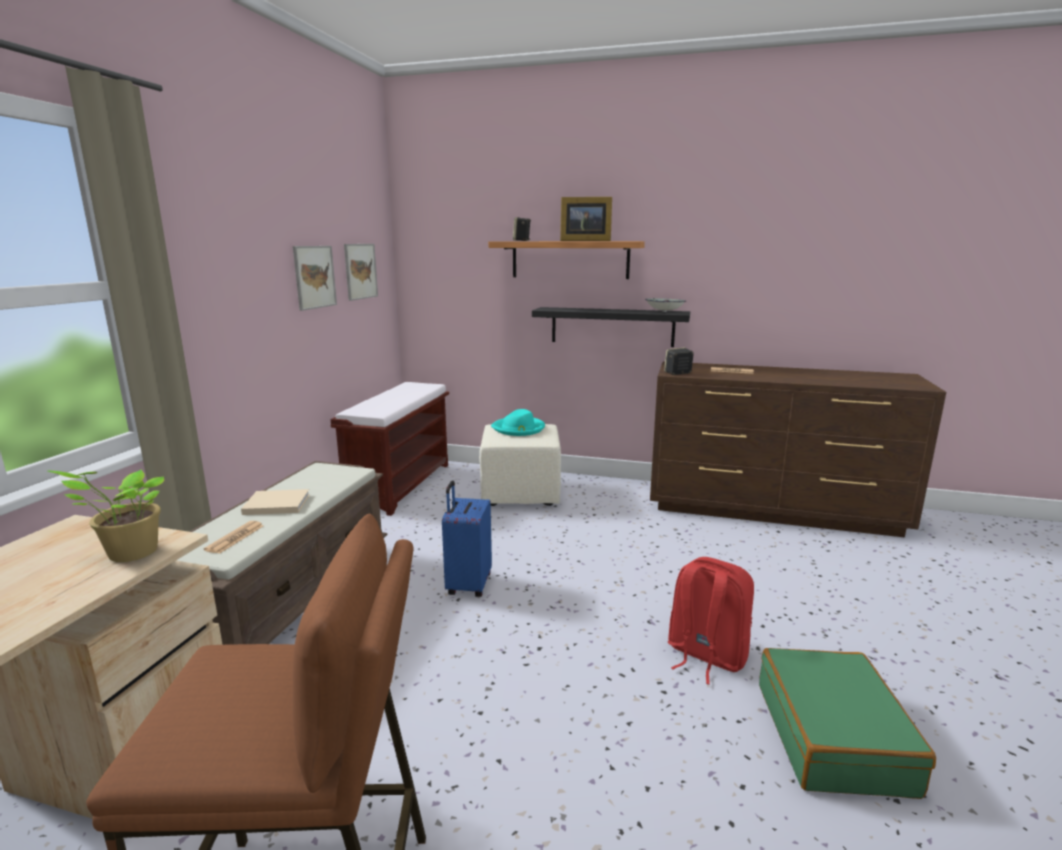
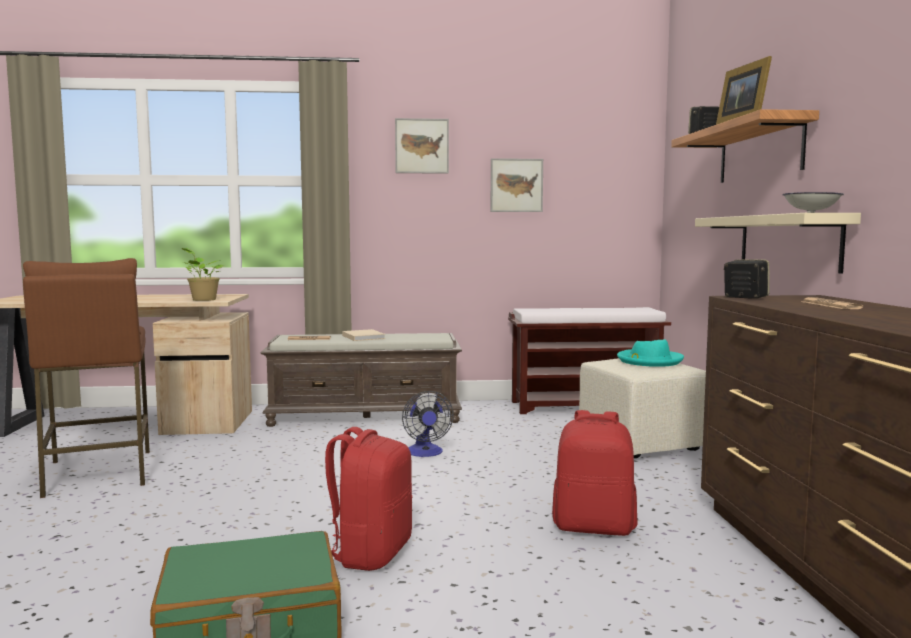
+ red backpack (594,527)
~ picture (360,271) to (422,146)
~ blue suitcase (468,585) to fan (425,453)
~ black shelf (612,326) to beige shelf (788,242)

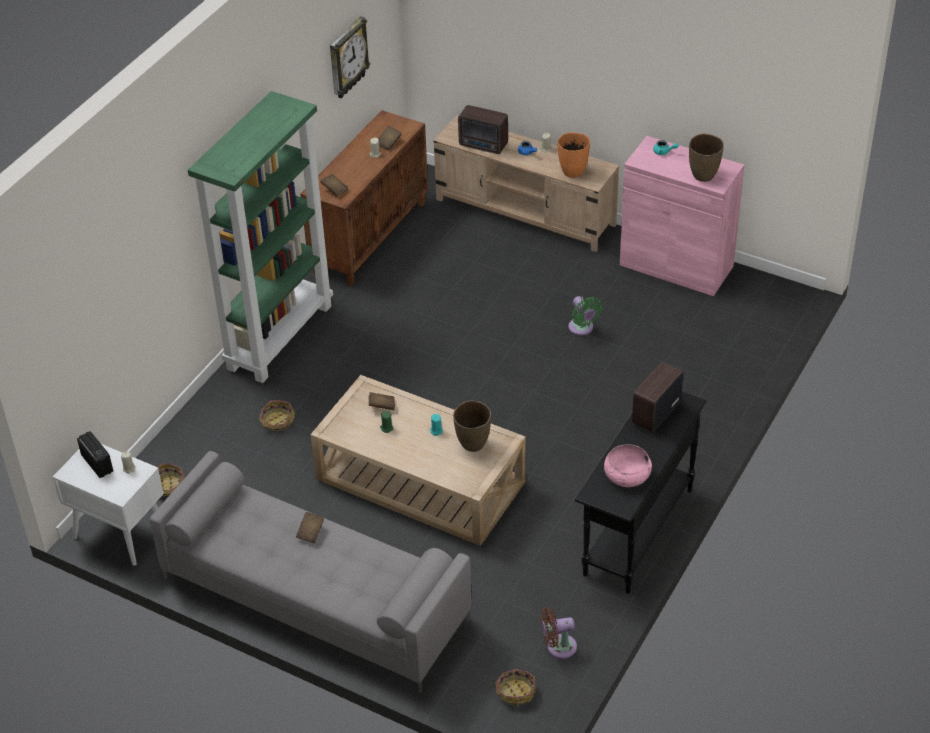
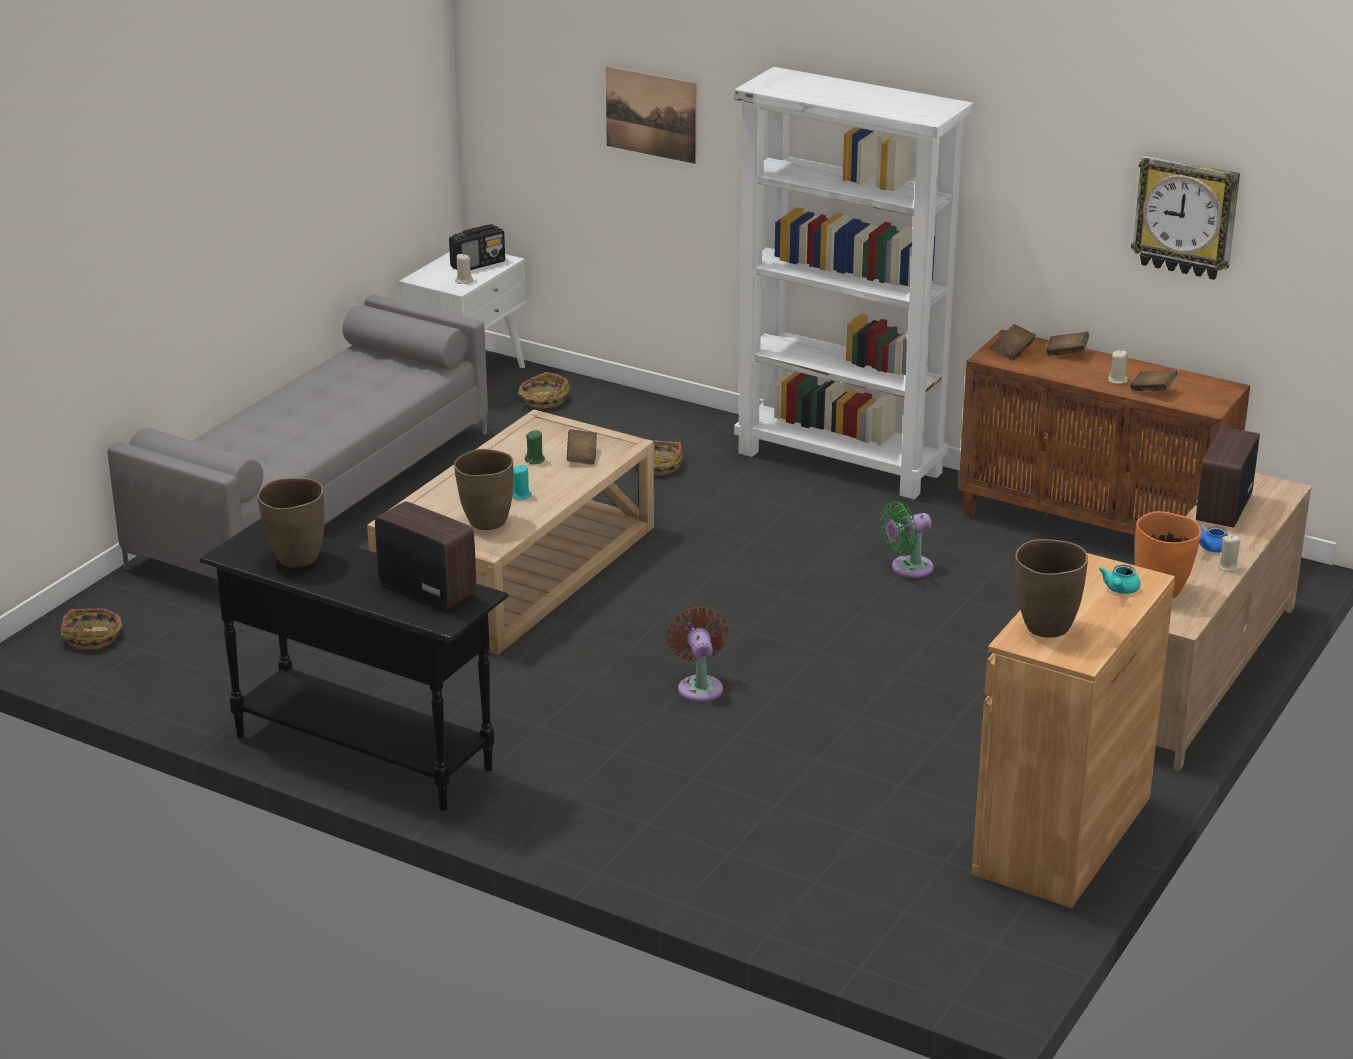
+ picture (651,114)
~ brown book (310,532) to (1066,353)
~ brown fan (558,647) to (699,686)
~ green fan (582,328) to (908,568)
~ pink bowl (627,474) to brown vase (296,559)
~ green bookcase (279,336) to white bookcase (842,462)
~ pink cabinet (676,265) to brown cabinet (1062,835)

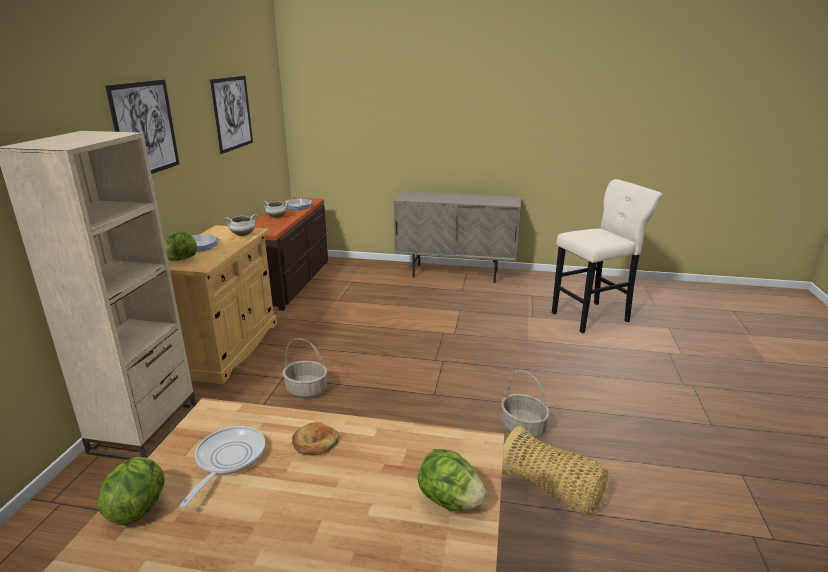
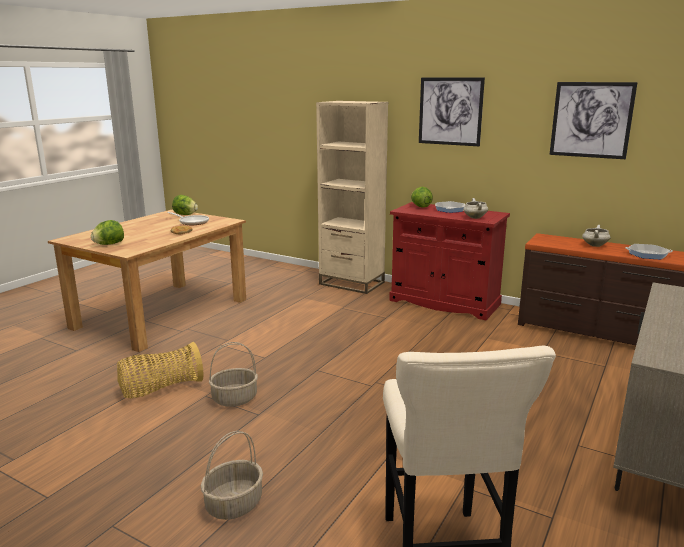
~ basket (306,390) to (234,504)
~ beige cabinet (227,348) to red cabinet (444,302)

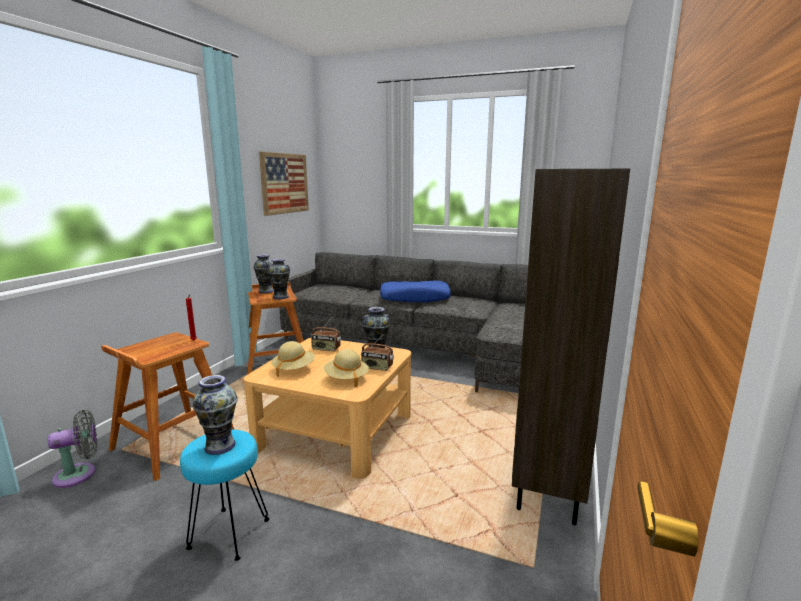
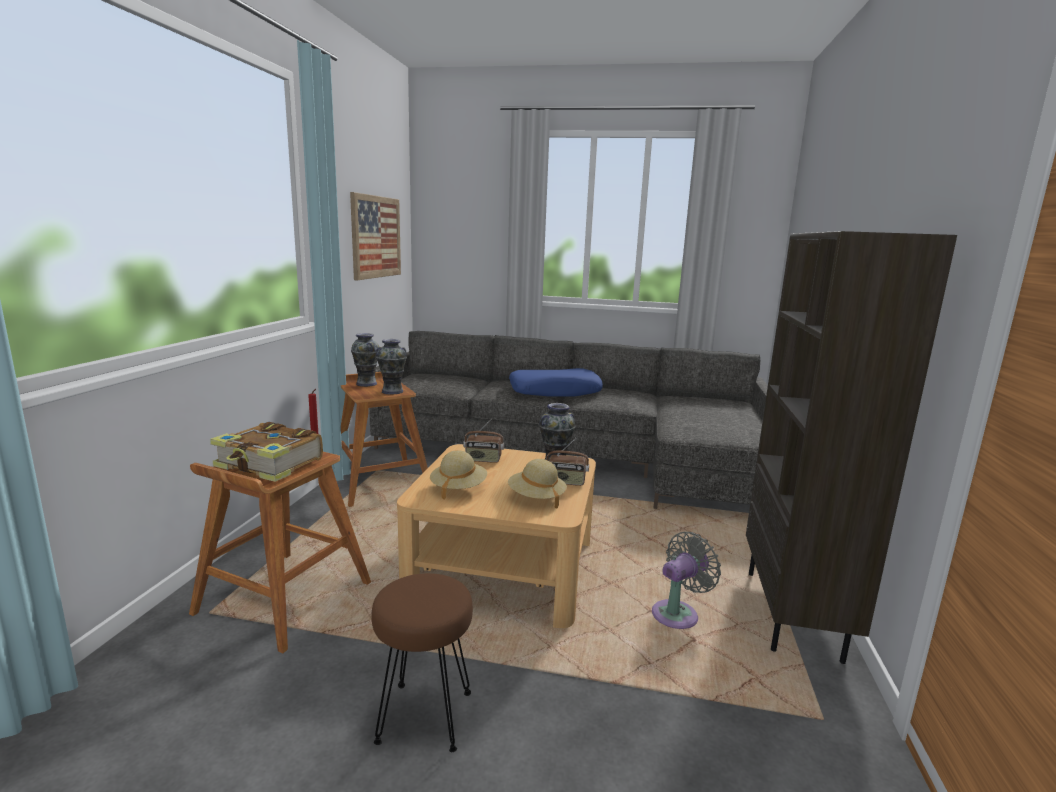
- vase (219,446)
+ book (270,464)
~ grey fan (79,474) to (678,613)
~ turquoise stool (228,533) to brown stool (423,716)

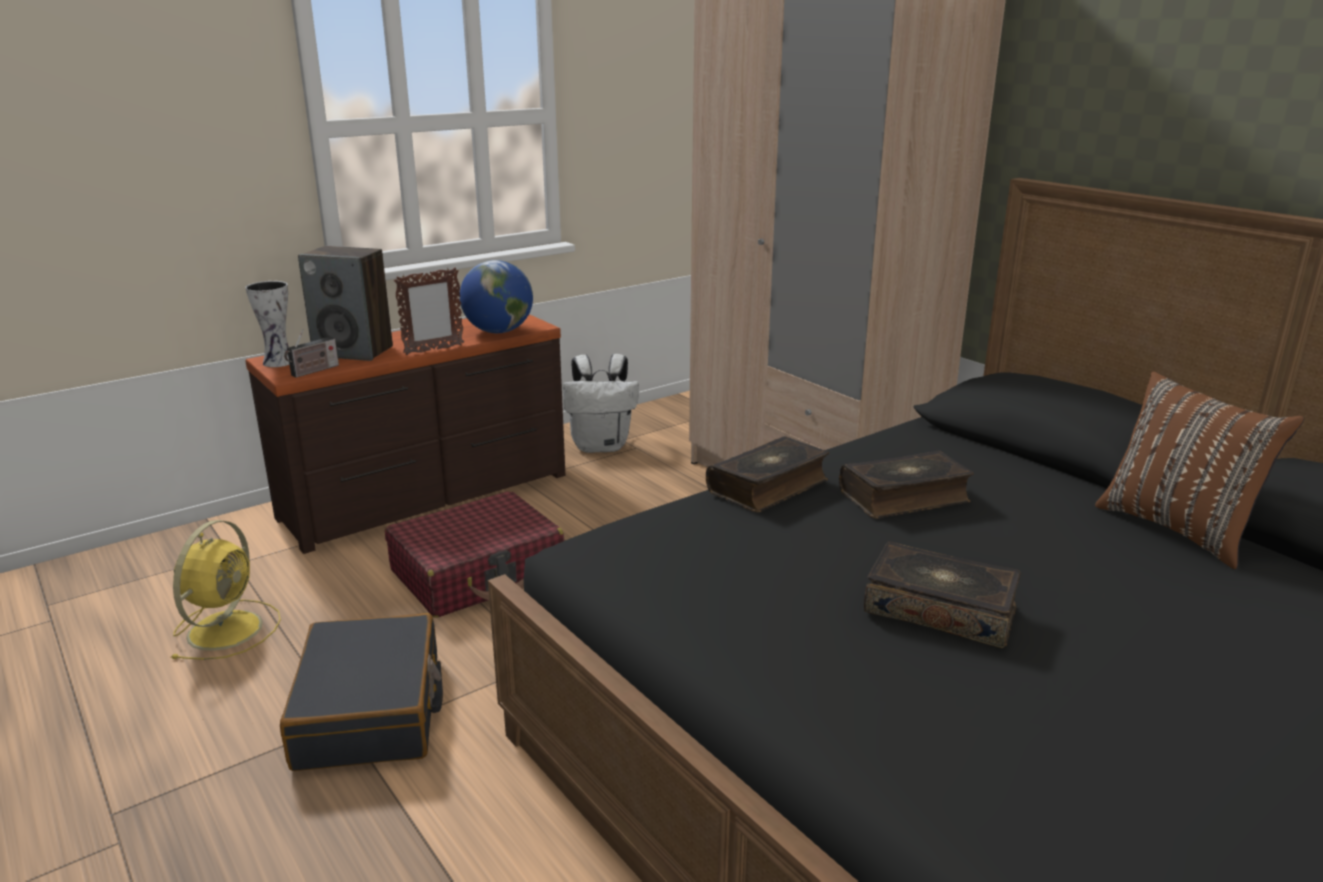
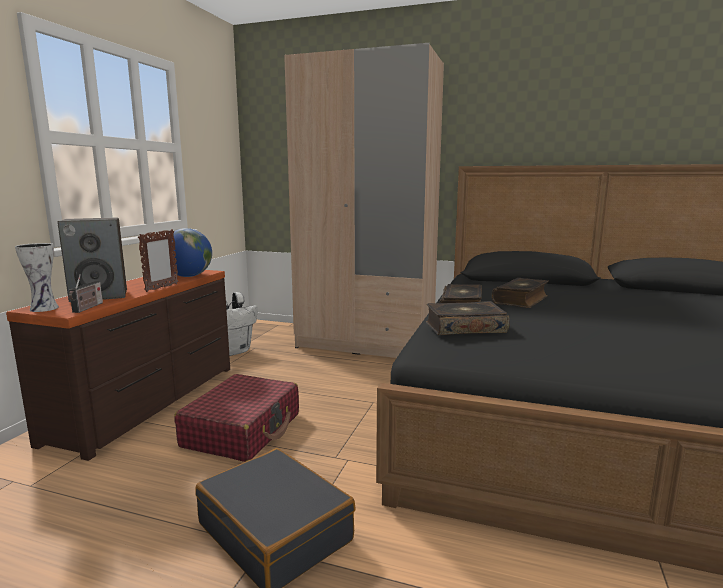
- yellow fan (227,628)
- brown pillow (1178,529)
~ book (940,609) to (465,328)

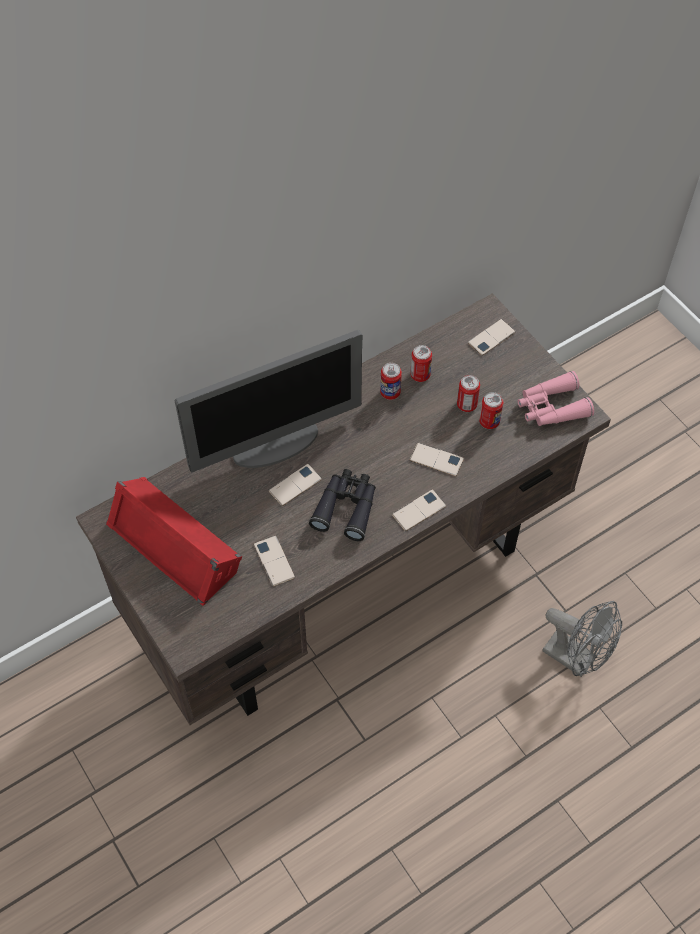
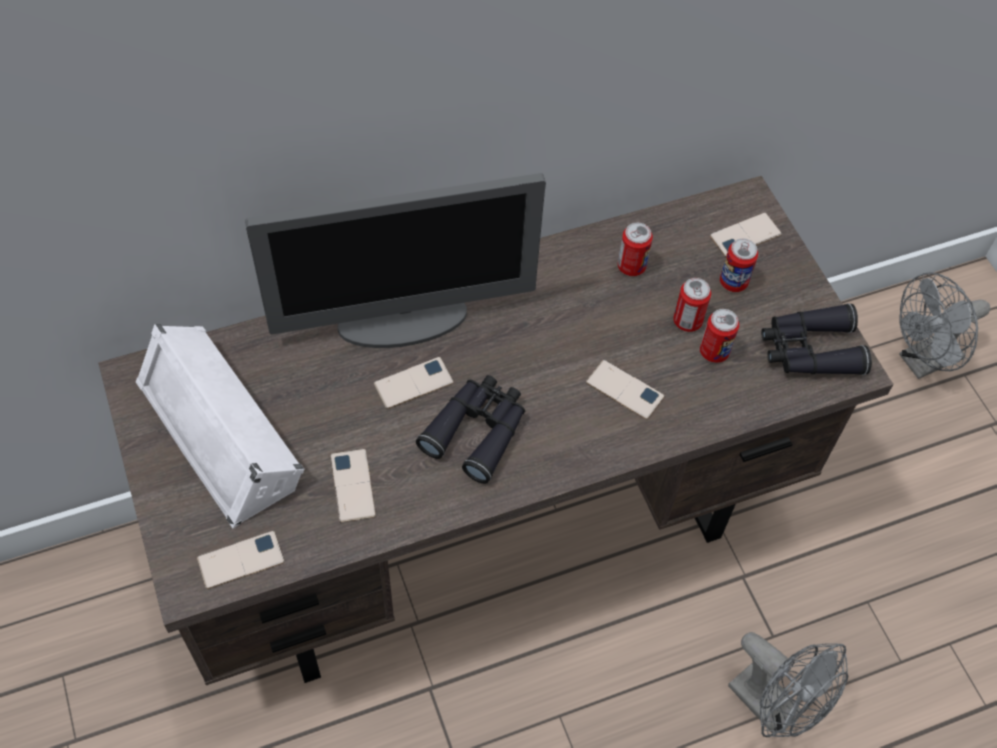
+ grey fan (922,362)
~ can (390,392) to (733,282)
~ phone (419,510) to (241,560)
~ red speaker (176,543) to white speaker (223,430)
~ pink binoculars (551,408) to black binoculars (809,350)

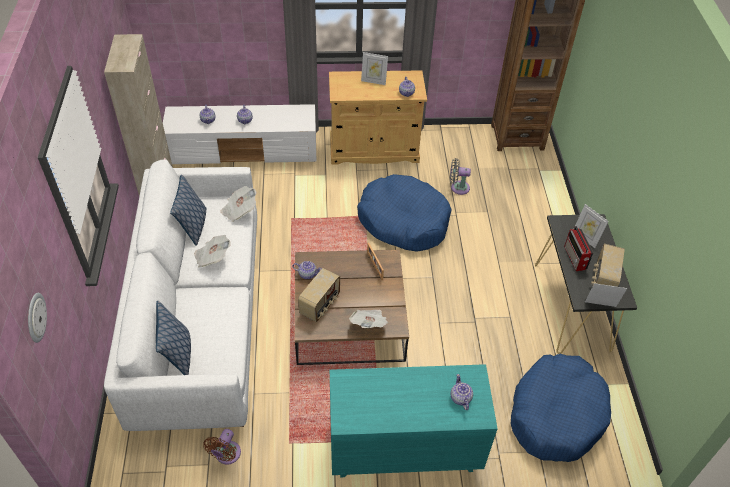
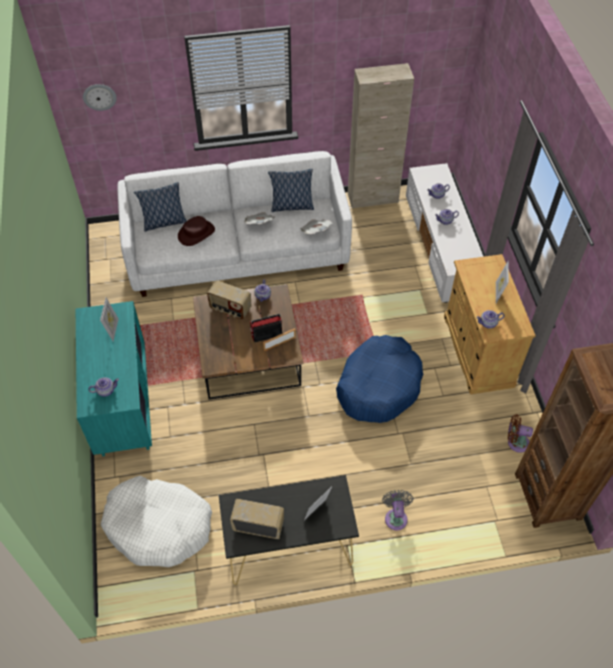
- newspaper (369,324)
+ brown hat (196,233)
~ brown fan (226,455) to (516,442)
~ grey fan (458,187) to (396,517)
~ radio (575,258) to (266,335)
~ picture frame (600,306) to (112,329)
~ blue dog bed (556,414) to white dog bed (159,526)

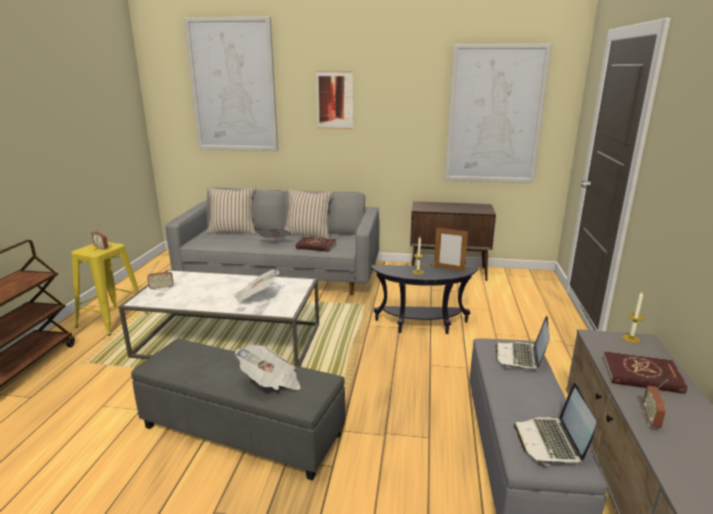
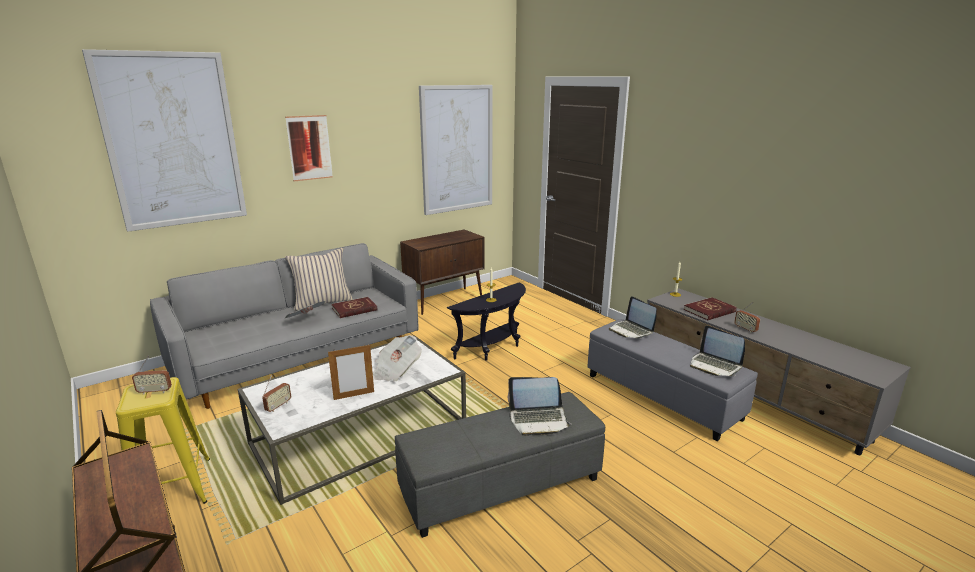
- beige pillow (233,231)
~ picture frame (449,269) to (354,395)
~ newspaper (270,382) to laptop (538,420)

